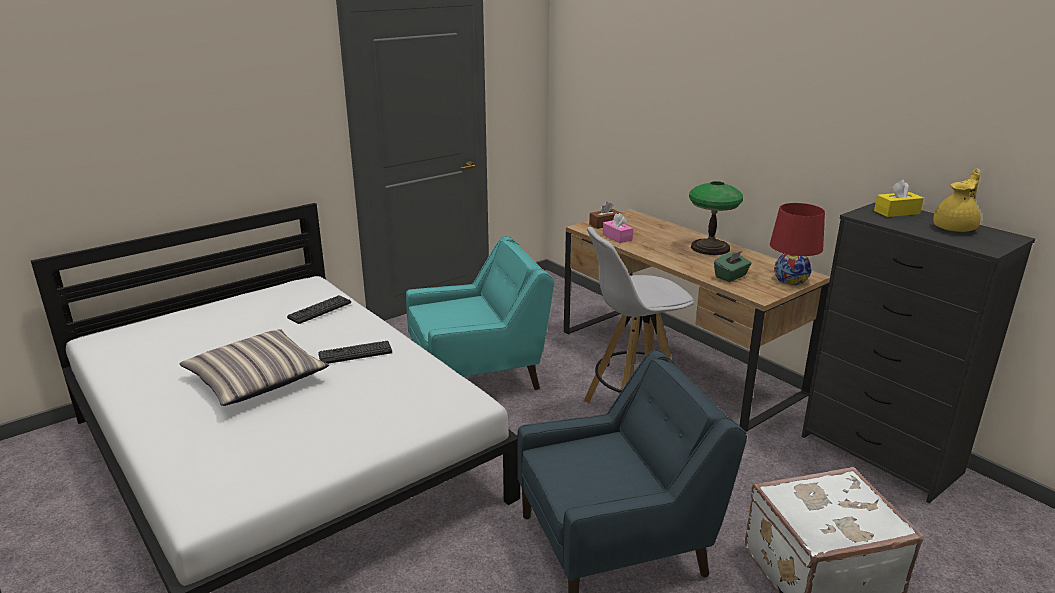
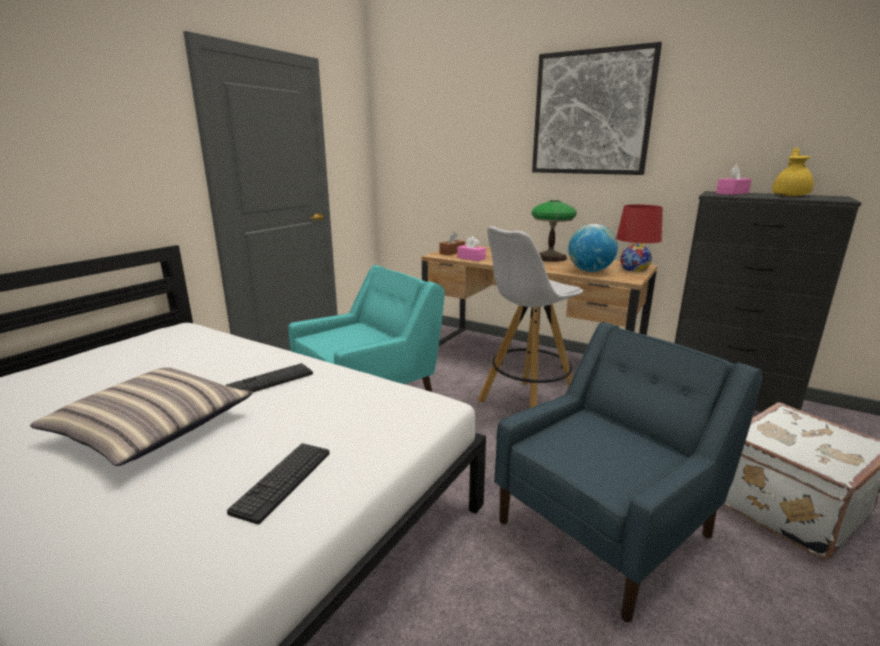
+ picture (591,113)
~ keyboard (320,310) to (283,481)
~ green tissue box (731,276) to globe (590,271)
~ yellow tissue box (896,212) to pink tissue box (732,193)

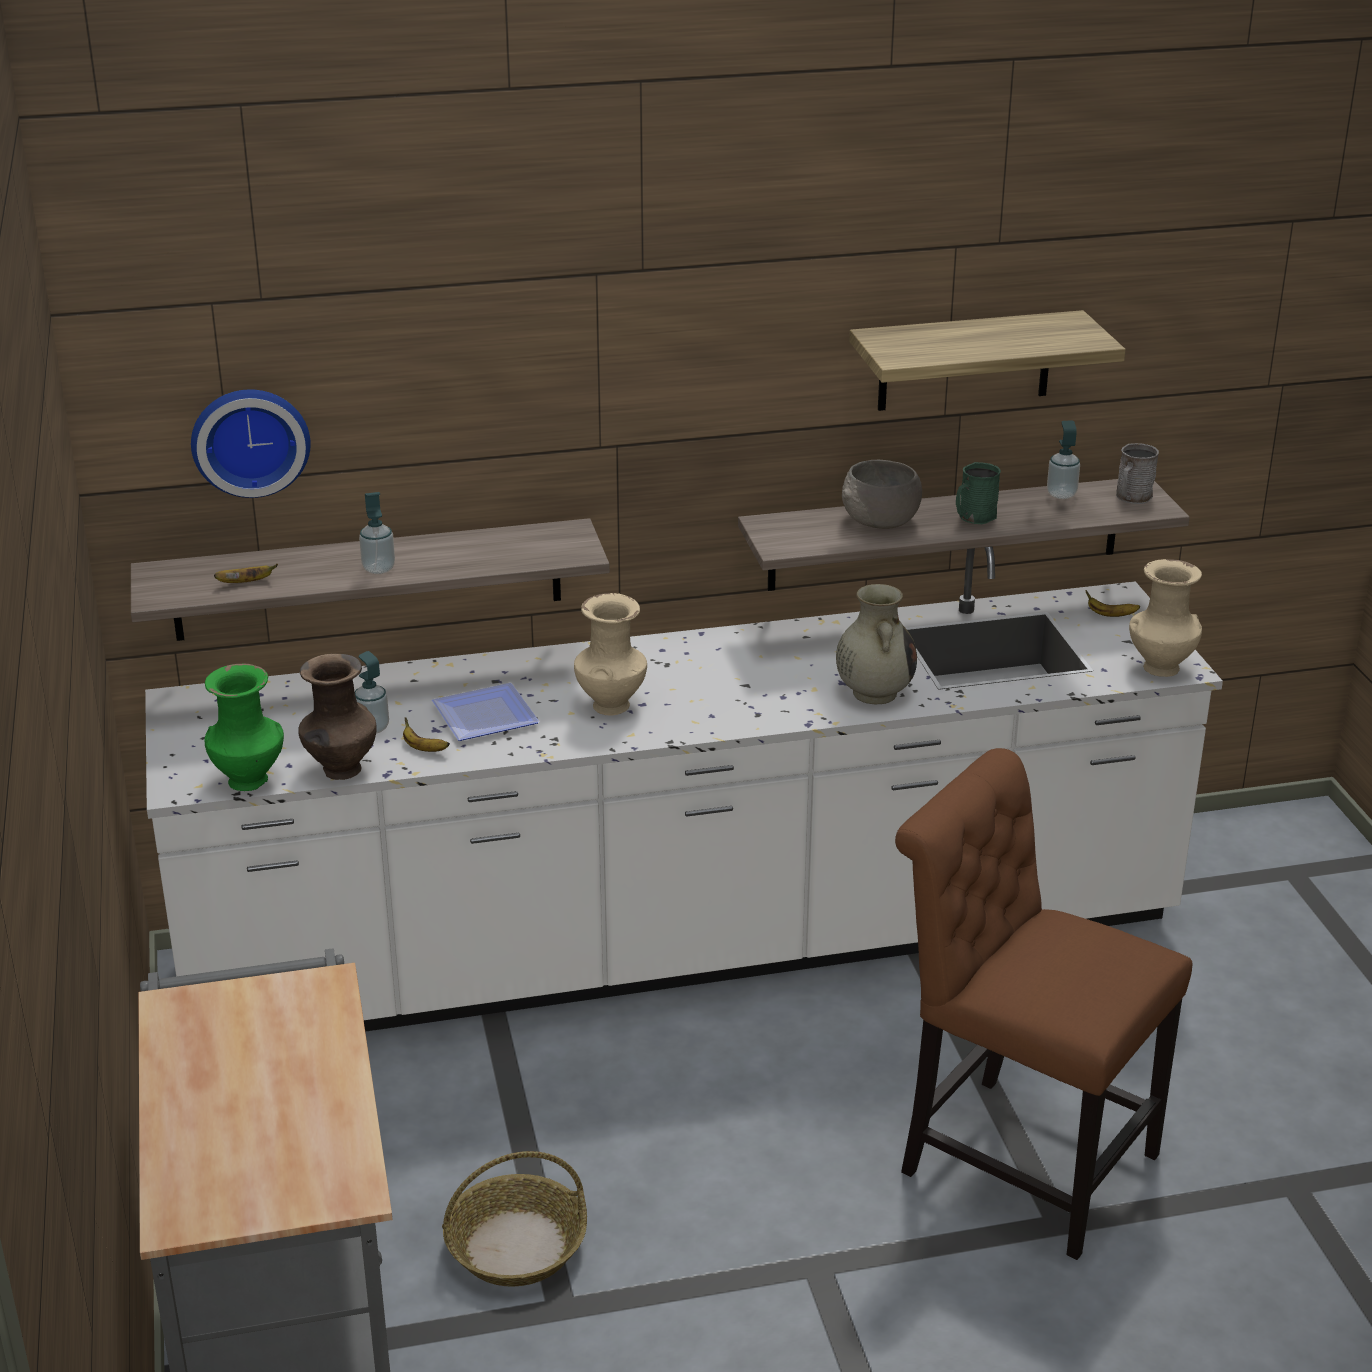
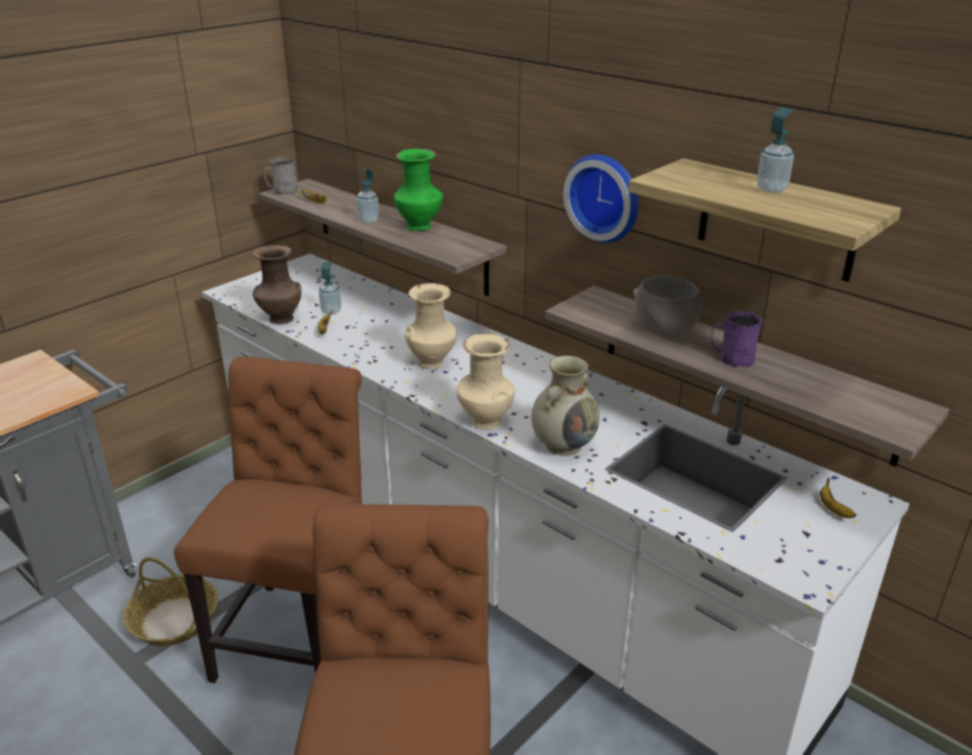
- plate (487,714)
+ brown chair (299,633)
~ wall clock (250,439) to (605,197)
~ green vase (250,780) to (420,227)
~ soap dispenser (1061,494) to (771,189)
~ grey mug (1132,498) to (282,191)
~ beige vase (1159,668) to (484,421)
~ green mug (973,517) to purple mug (731,358)

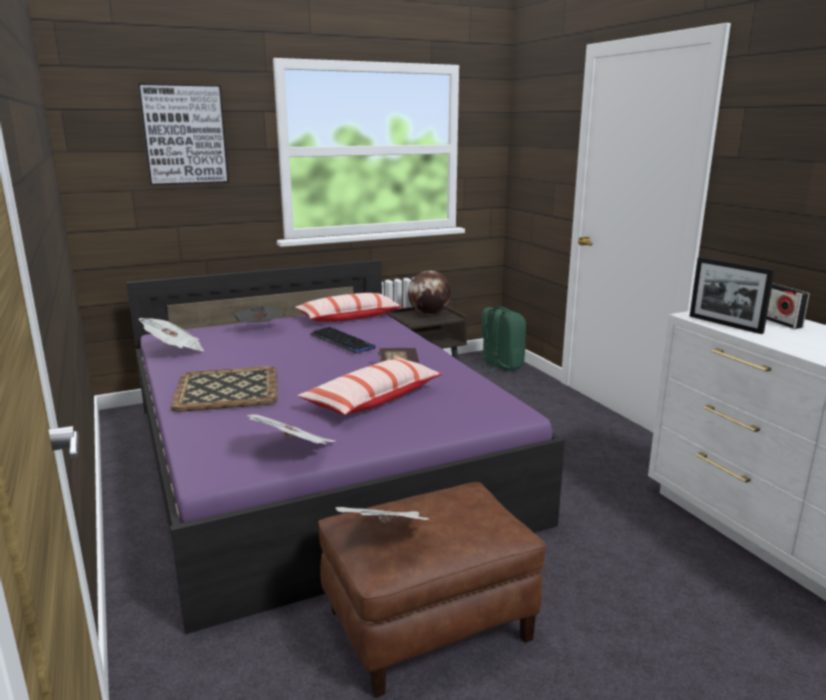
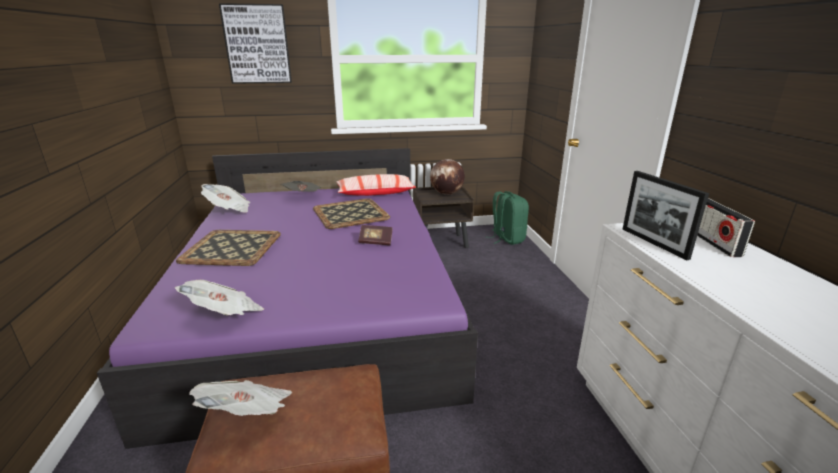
- pillow (373,399)
~ keyboard (341,341) to tray (351,214)

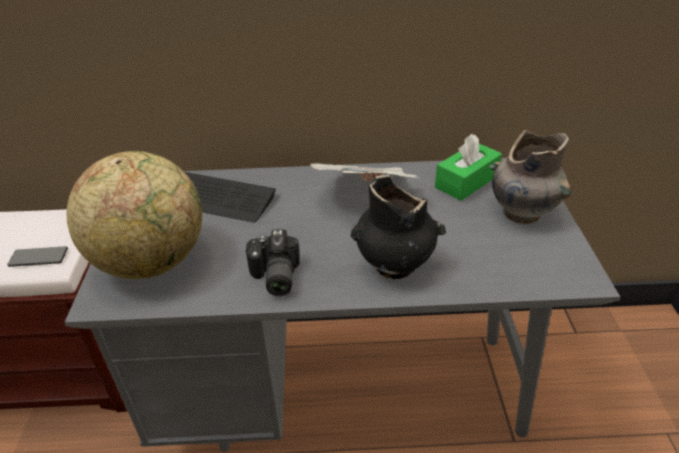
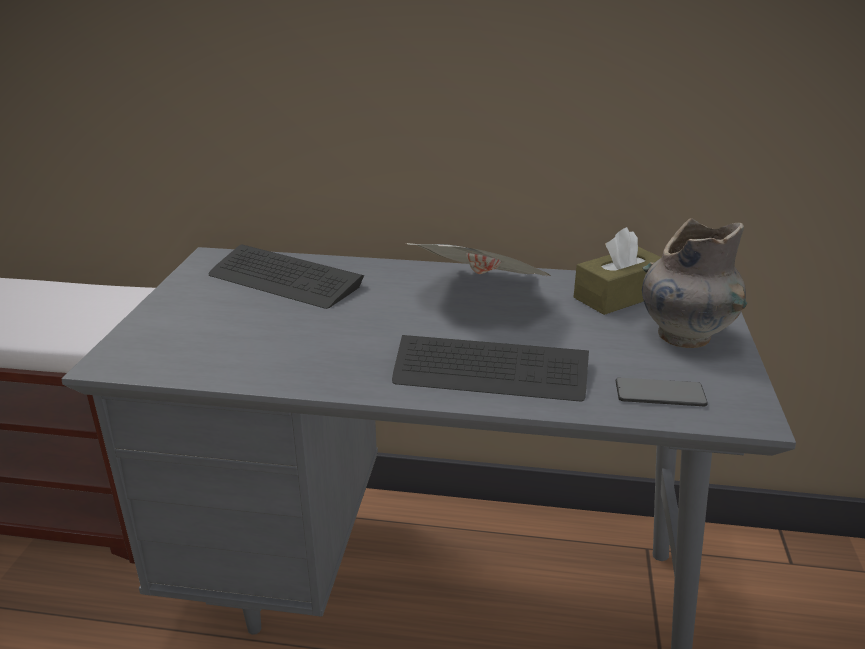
- globe (152,261)
- photo camera (273,277)
~ phone (38,257) to (660,394)
~ black vase (396,265) to keyboard (490,371)
~ green tissue box (466,181) to brown tissue box (619,296)

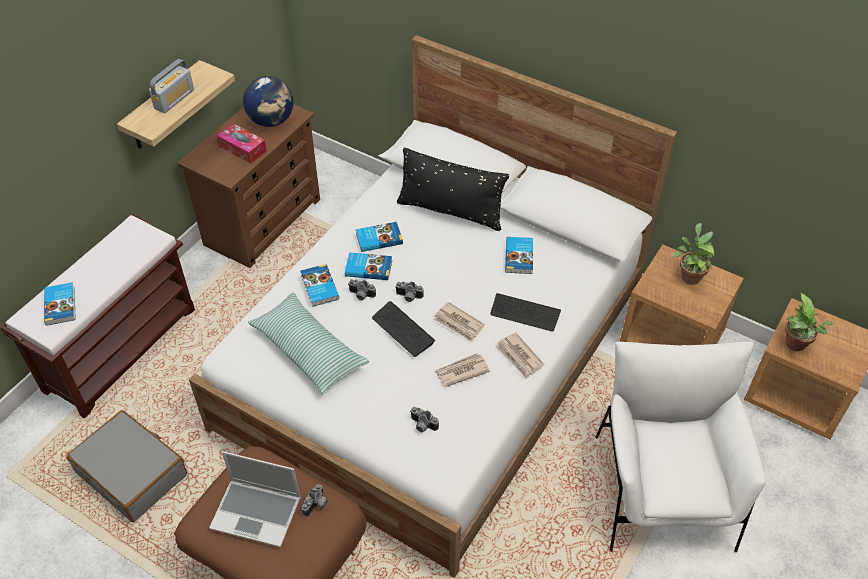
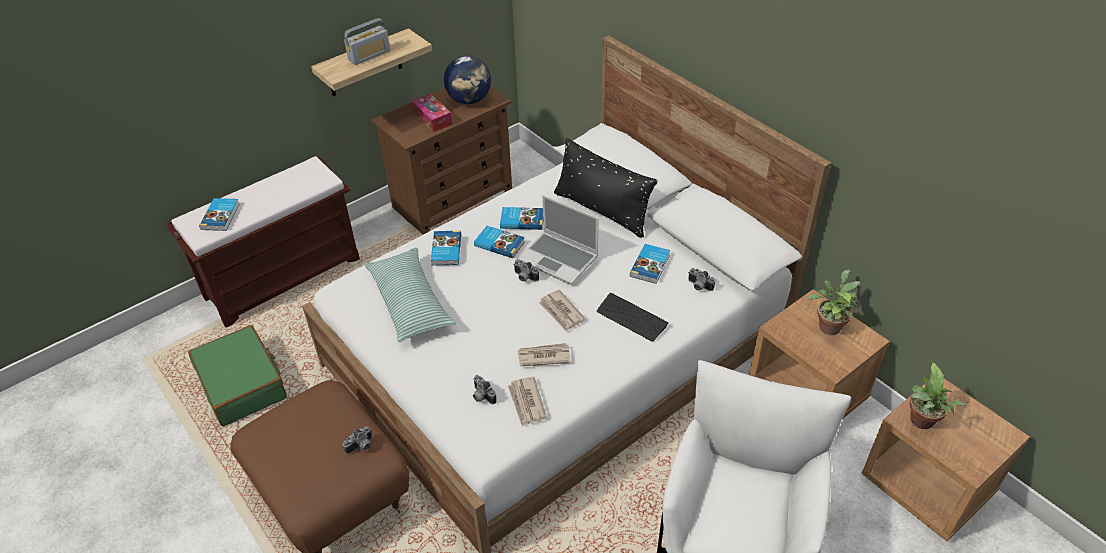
- keyboard (402,330)
~ laptop (257,513) to (559,259)
~ photo camera (361,295) to (698,286)
~ newspaper (519,357) to (527,403)
~ grey suitcase (132,473) to green suitcase (242,384)

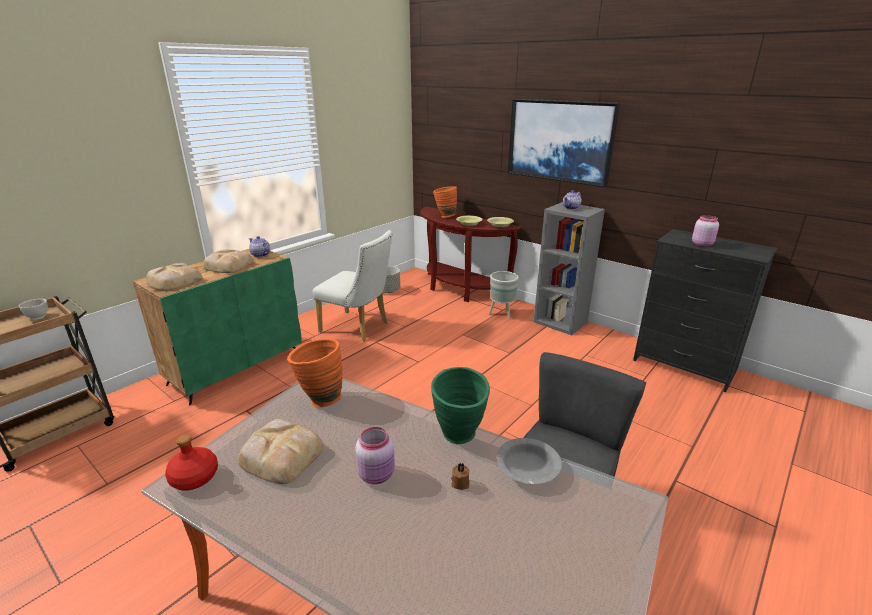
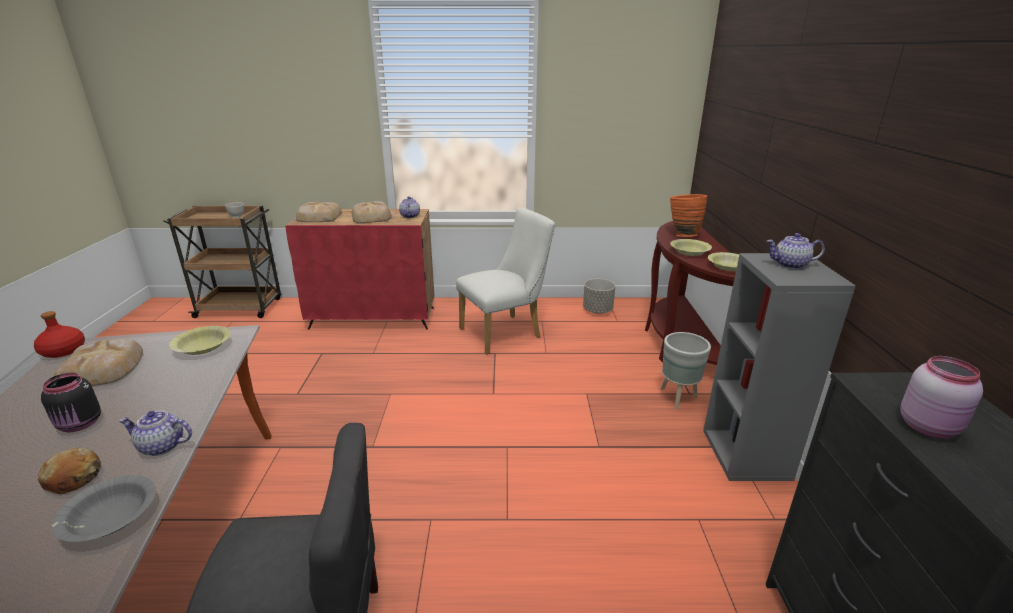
- picture (560,141)
~ orange vase (319,399) to yellow bowl (202,347)
~ green vase (459,438) to teapot (161,446)
~ brown candle (460,482) to bread (73,478)
~ green cabinet (237,367) to red cabinet (374,318)
~ pink jar (377,474) to black jar (80,424)
~ white chair (359,328) = (506,332) 105 degrees counterclockwise

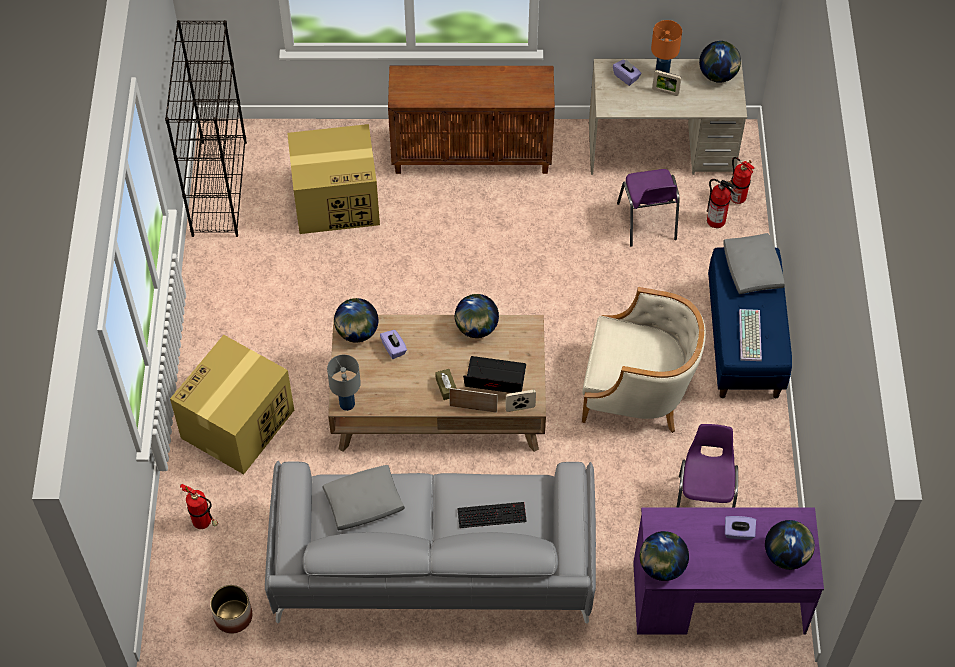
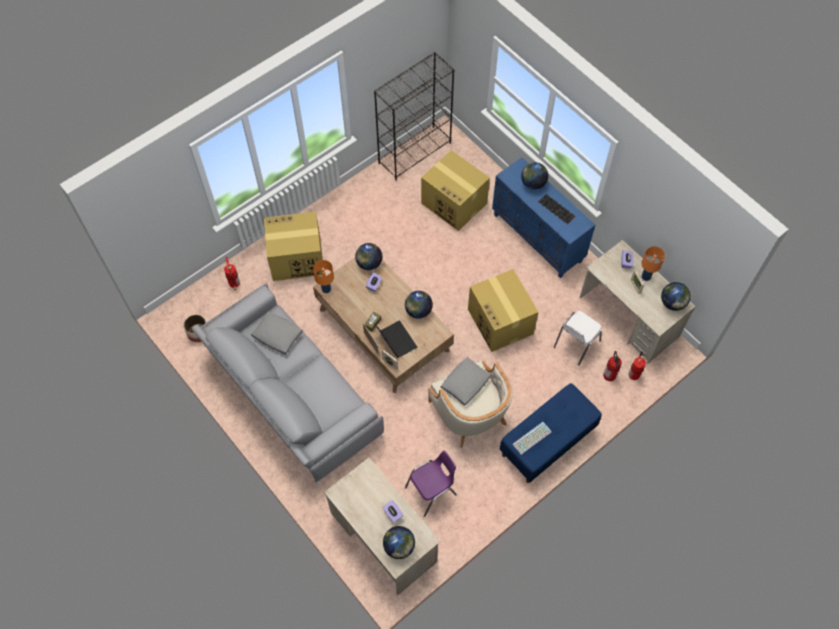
+ cardboard box (501,322)
~ keyboard (492,514) to (557,209)
~ globe (661,566) to (533,183)
~ grey pillow (752,270) to (465,384)
~ grey table lamp (347,404) to orange table lamp (326,289)
~ brown cabinet (472,154) to blue cabinet (538,238)
~ purple chair (647,223) to white chair (575,344)
~ purple desk (718,598) to beige desk (383,537)

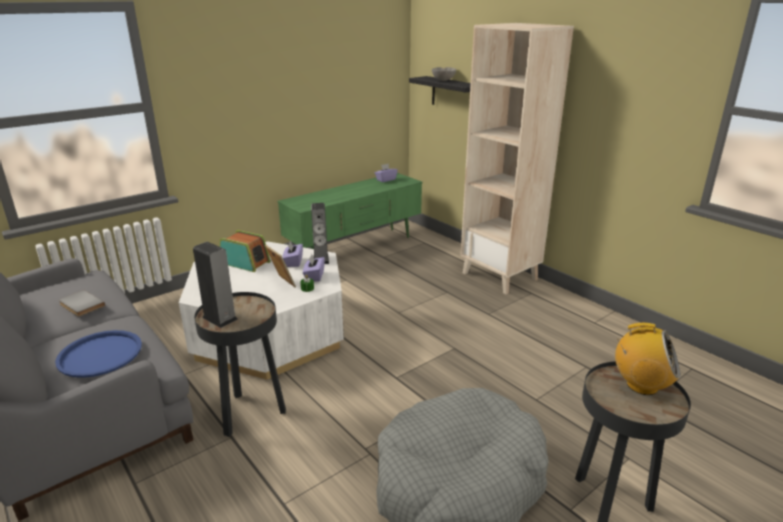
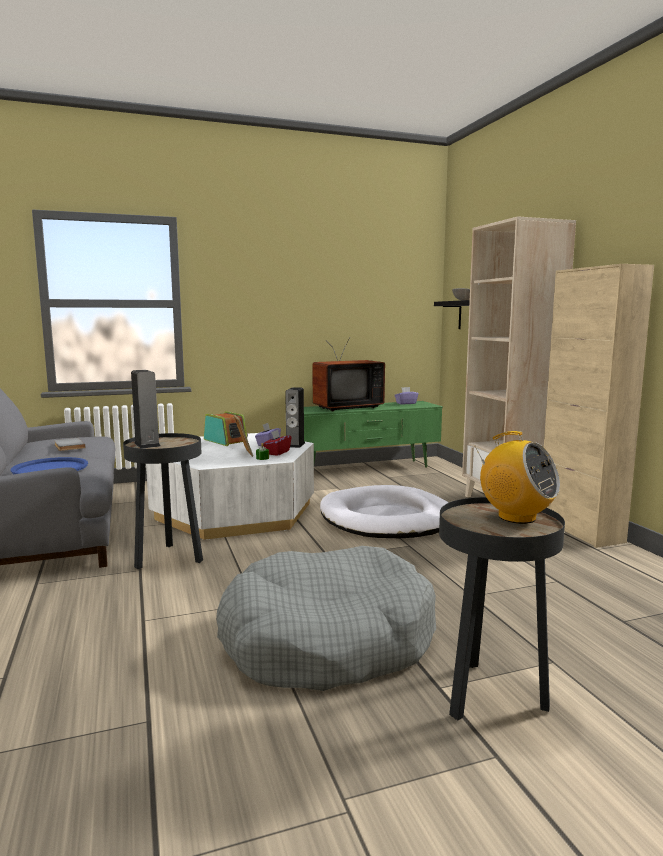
+ television (345,407)
+ white dog bed (388,519)
+ beige cabinet (580,530)
~ purple tissue box (314,276) to red tissue box (277,452)

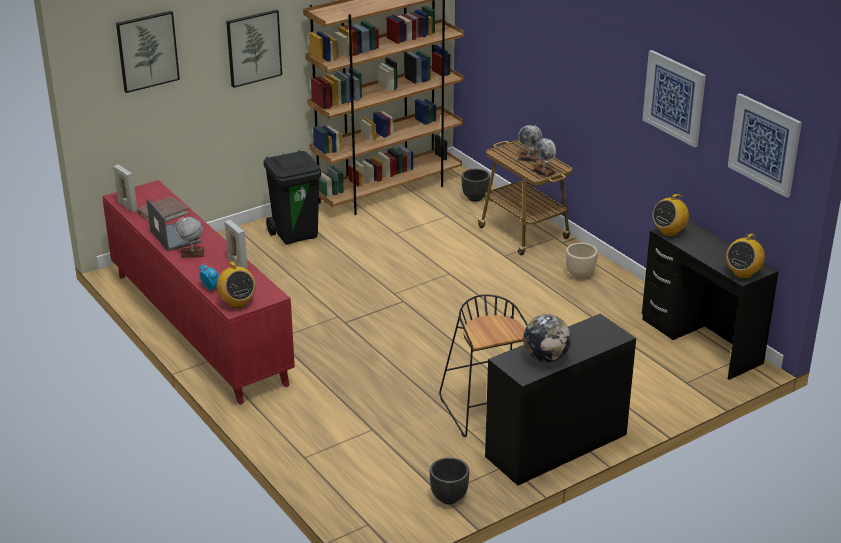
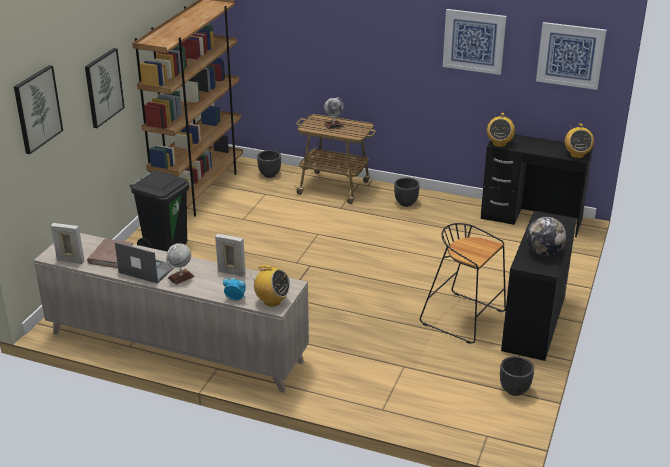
- globe (543,171)
~ red cabinet (198,328) to beige cabinet (176,348)
~ beige planter (579,275) to black planter (405,203)

